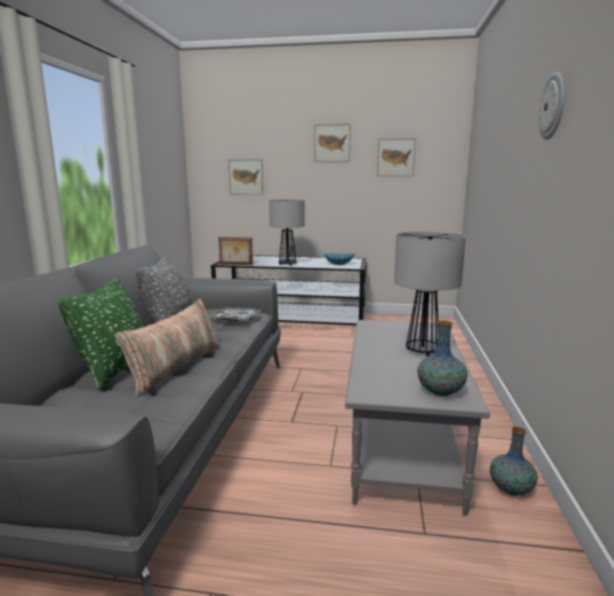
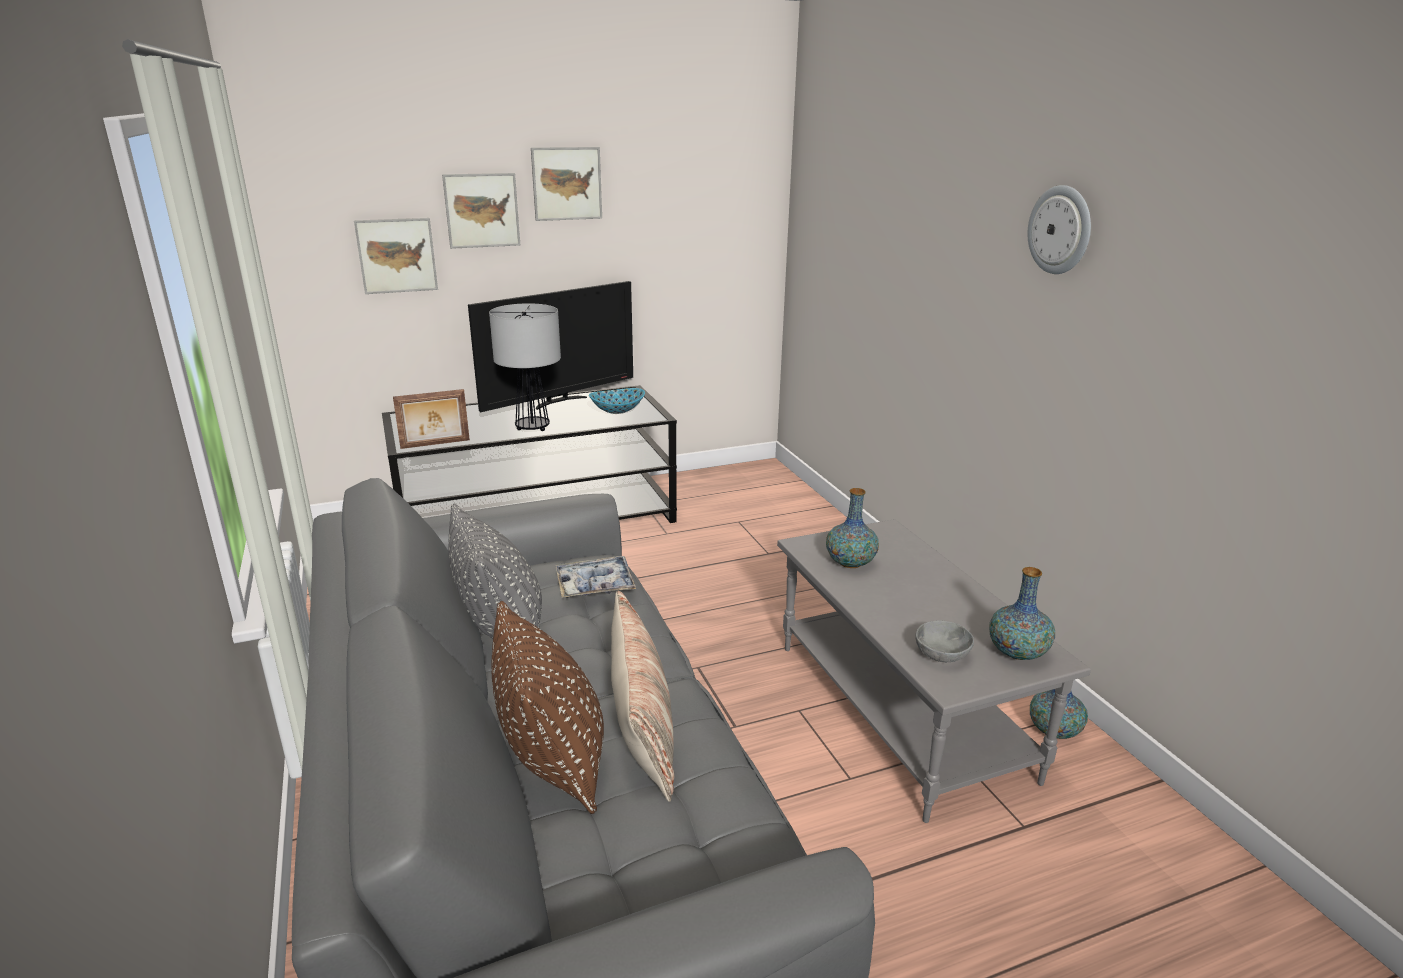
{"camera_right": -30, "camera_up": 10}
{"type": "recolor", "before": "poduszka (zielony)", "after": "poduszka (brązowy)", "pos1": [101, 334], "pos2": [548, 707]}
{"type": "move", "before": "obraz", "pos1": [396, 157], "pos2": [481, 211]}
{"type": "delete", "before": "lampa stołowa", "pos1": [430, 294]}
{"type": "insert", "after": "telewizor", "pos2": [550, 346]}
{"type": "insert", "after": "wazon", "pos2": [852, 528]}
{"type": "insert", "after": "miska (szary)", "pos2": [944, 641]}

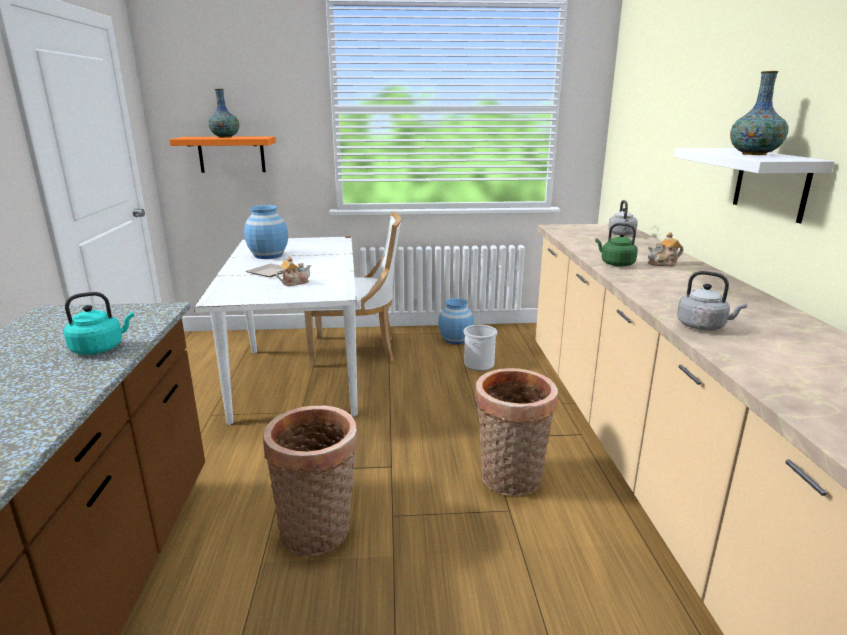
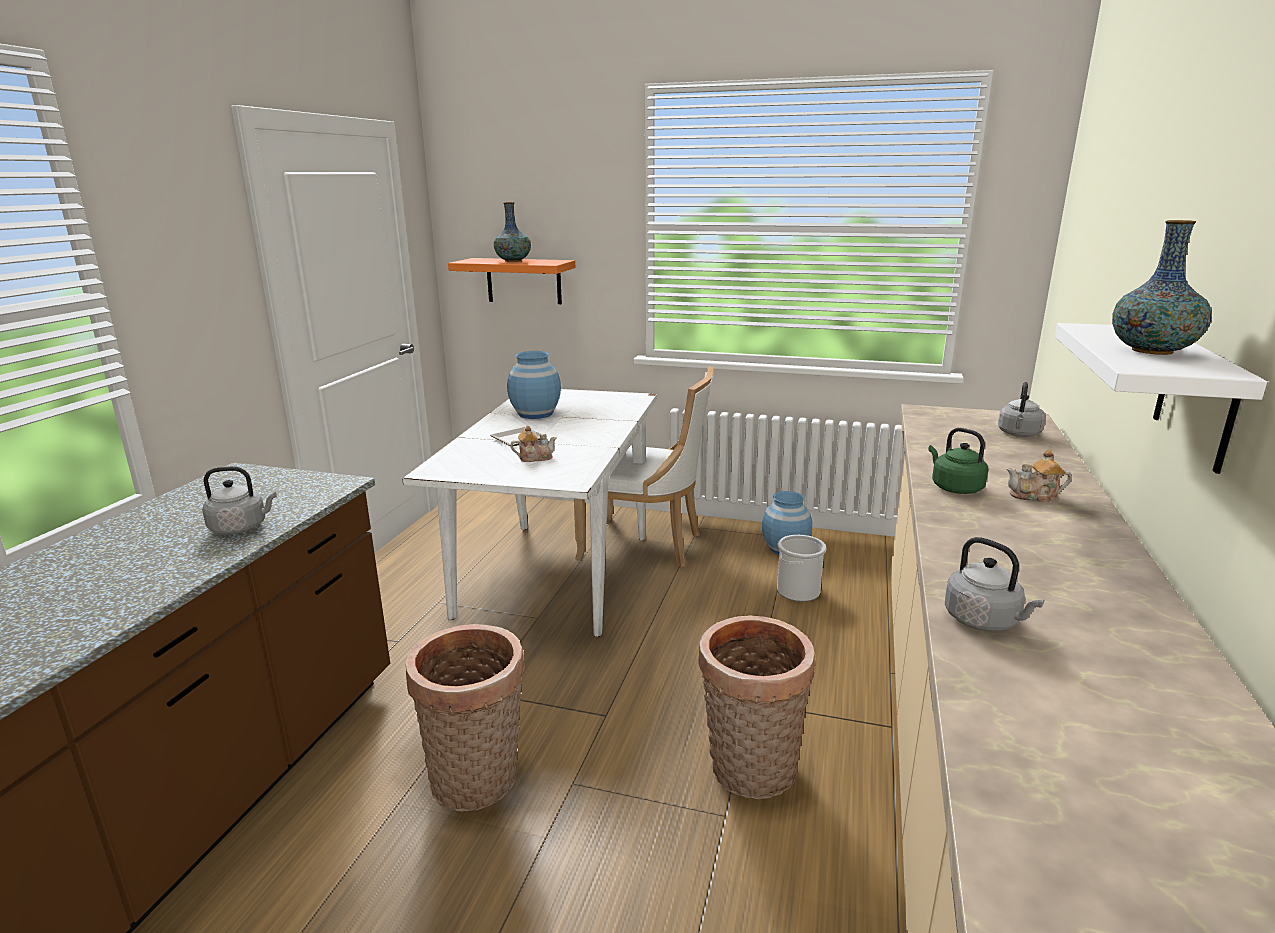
{"camera_right": 20, "camera_up": 0}
{"type": "recolor", "before": "czajnik (turkusowy)", "after": "czajnik (szary)", "pos1": [99, 323], "pos2": [240, 501]}

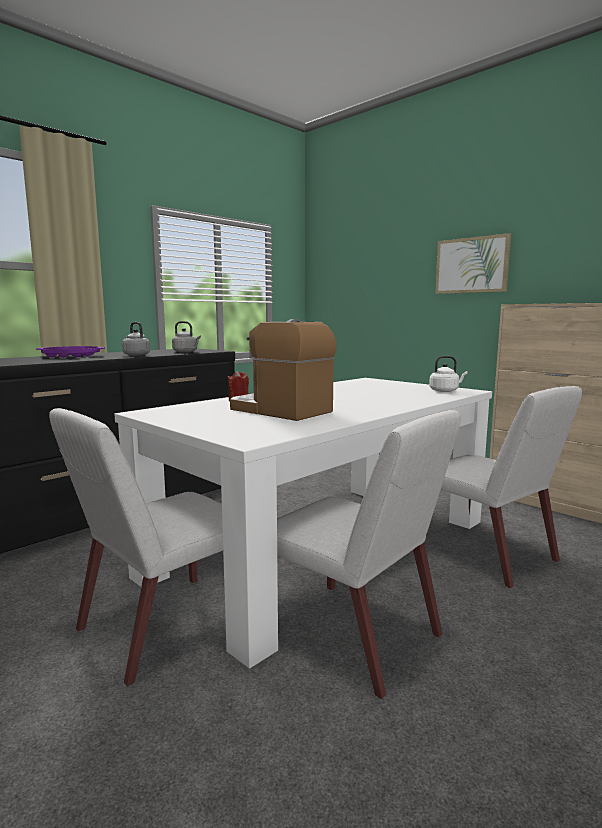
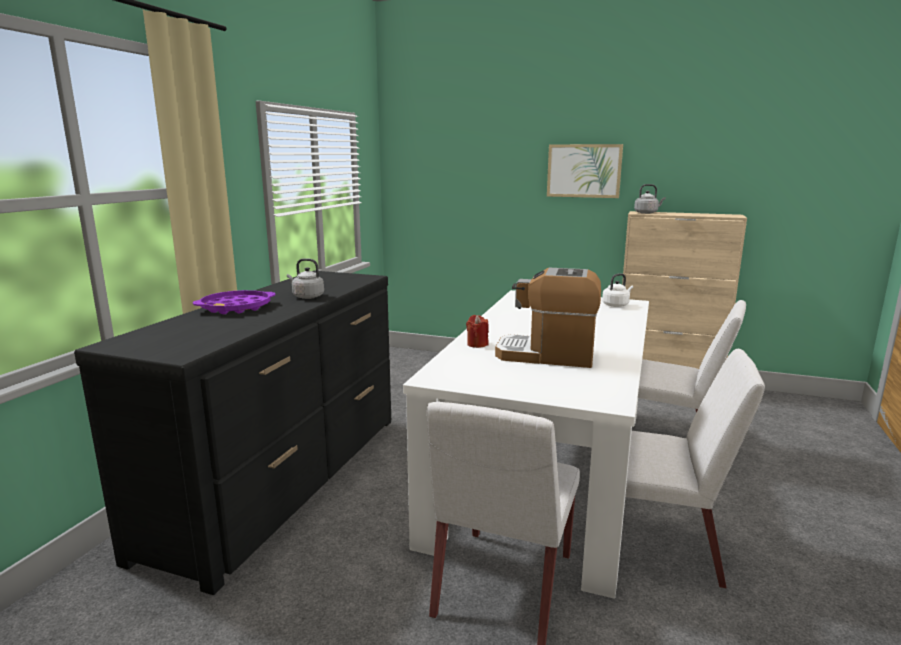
{"camera_right": -25, "camera_up": 5}
{"type": "move", "before": "czajnik (szary)", "pos1": [186, 337], "pos2": [650, 199]}

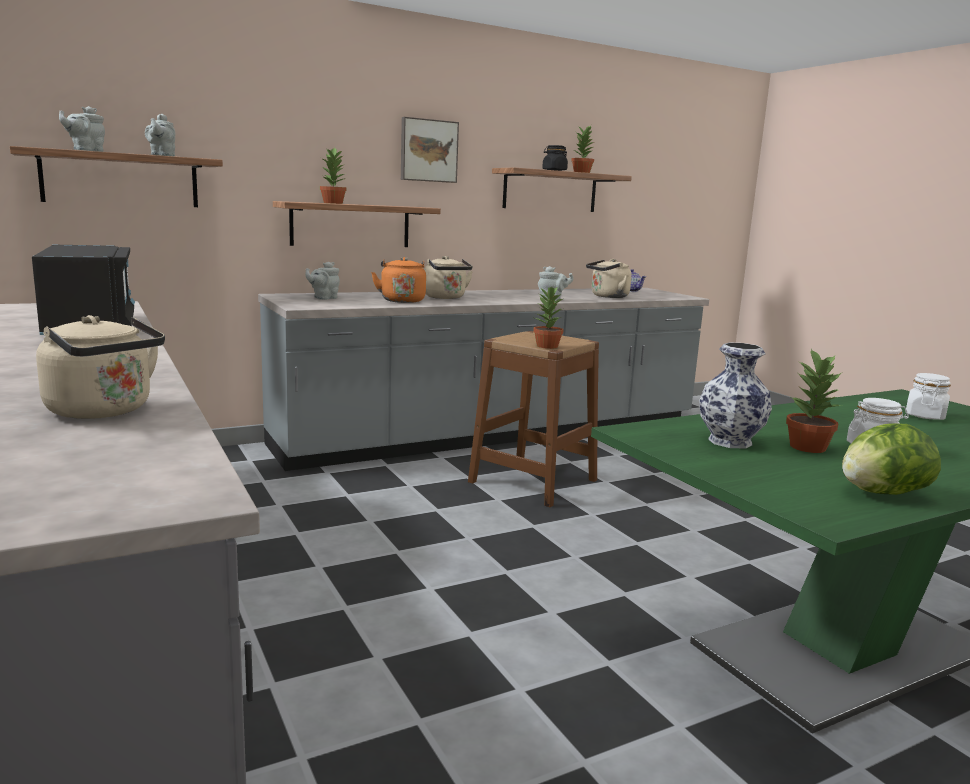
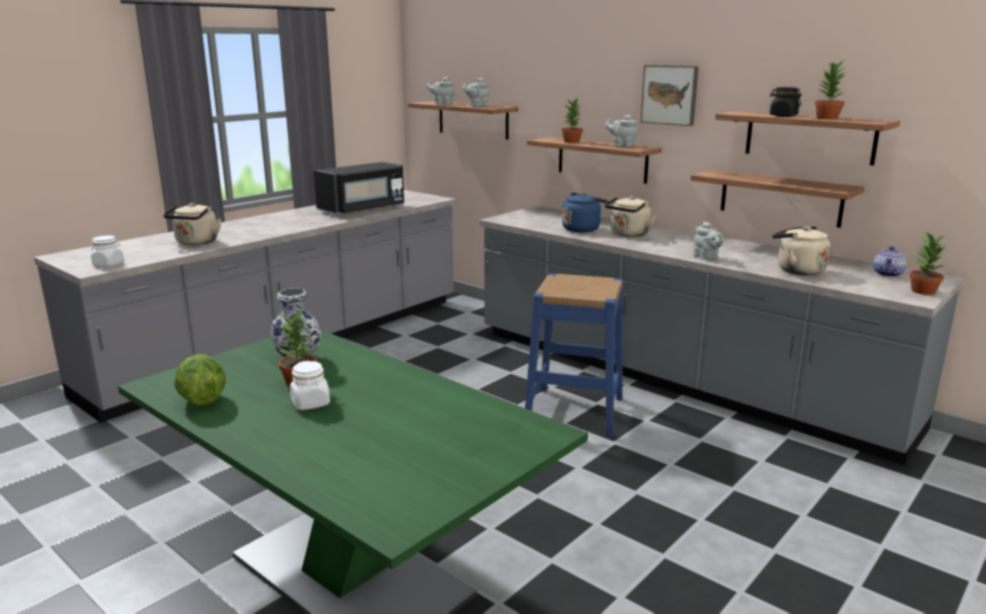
{"camera_right": 70, "camera_up": 5}
{"type": "move", "before": "imbryk (szary)", "pos1": [322, 281], "pos2": [621, 131]}
{"type": "recolor", "before": "czajnik (pomarańczowy)", "after": "czajnik (niebieski)", "pos1": [398, 280], "pos2": [585, 212]}
{"type": "recolor", "before": "stołek (brązowy)", "after": "stołek (niebieski)", "pos1": [533, 419], "pos2": [574, 355]}
{"type": "move", "before": "roślina doniczkowa", "pos1": [548, 318], "pos2": [928, 263]}
{"type": "move", "before": "słoik (biały)", "pos1": [928, 396], "pos2": [107, 250]}
{"type": "insert", "after": "półka", "pos2": [777, 199]}

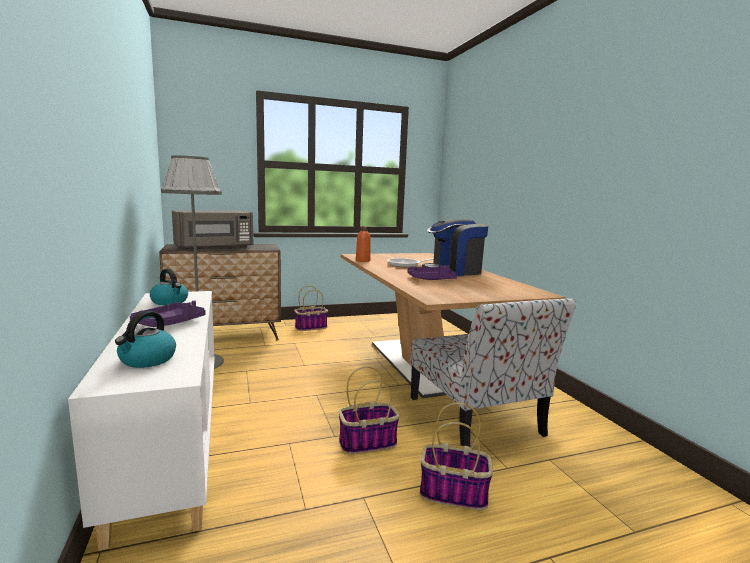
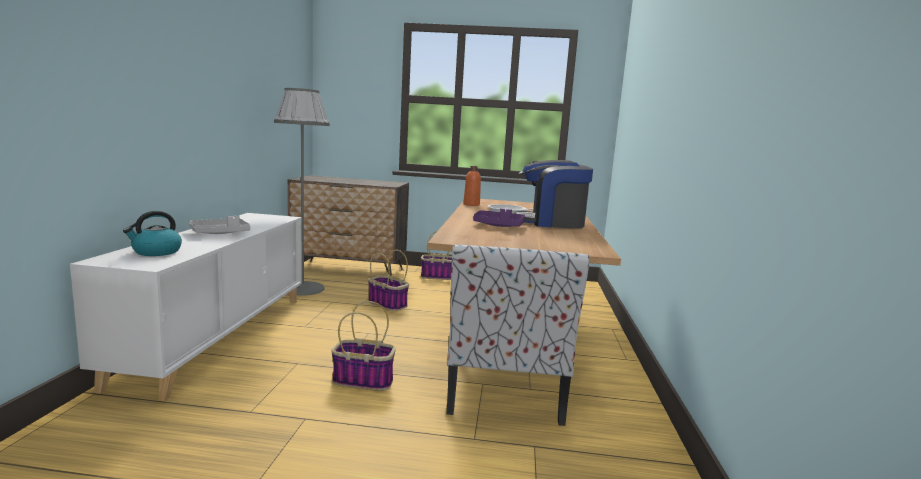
{"camera_right": 25, "camera_up": 0}
{"type": "recolor", "before": "taca (fioletowy)", "after": "taca (szary)", "pos1": [168, 313], "pos2": [219, 224]}
{"type": "delete", "before": "czajnik", "pos1": [169, 287]}
{"type": "delete", "before": "mikrofalówka (szary)", "pos1": [213, 229]}
{"type": "move", "before": "koszyk", "pos1": [456, 456], "pos2": [388, 280]}

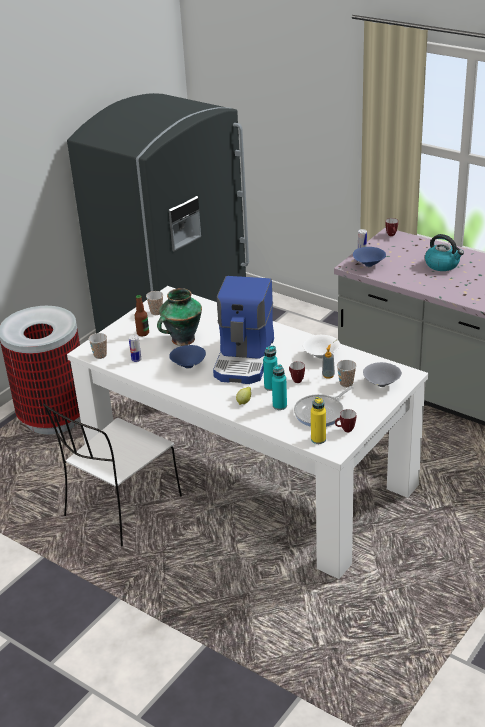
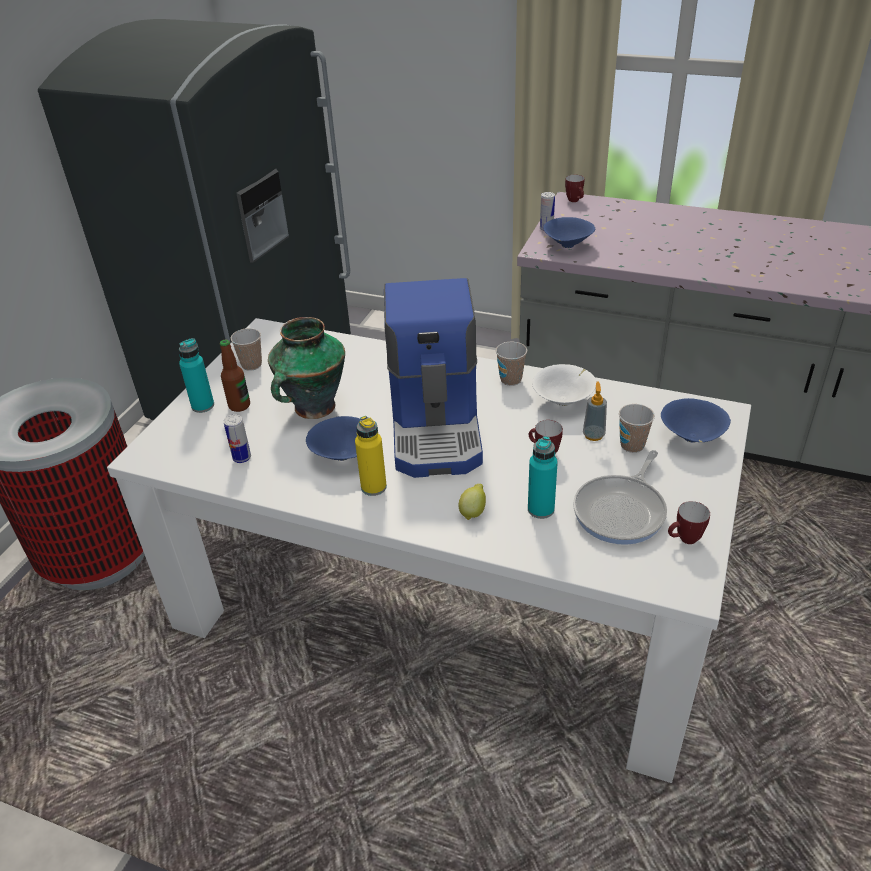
{"camera_right": -15, "camera_up": 5}
{"type": "delete", "before": "krzesło (biały)", "pos1": [112, 475]}
{"type": "move", "before": "filiżanka", "pos1": [98, 346], "pos2": [511, 364]}
{"type": "move", "before": "butelka (turkusowy)", "pos1": [270, 368], "pos2": [196, 375]}
{"type": "move", "before": "butelka (żółty)", "pos1": [318, 420], "pos2": [371, 456]}
{"type": "recolor", "before": "miska (szary)", "after": "miska (niebieski)", "pos1": [382, 374], "pos2": [696, 420]}
{"type": "delete", "before": "czajnik", "pos1": [444, 252]}

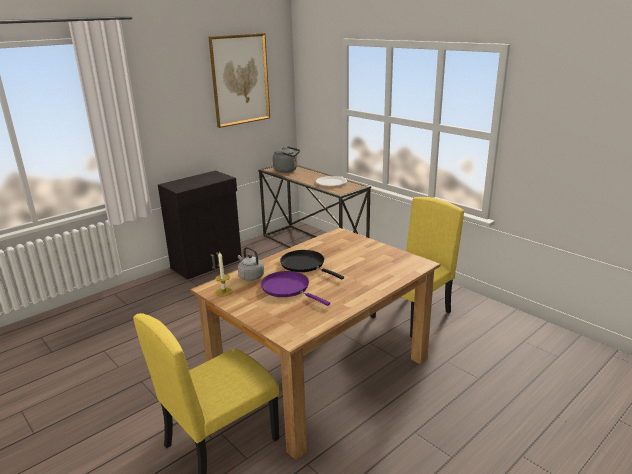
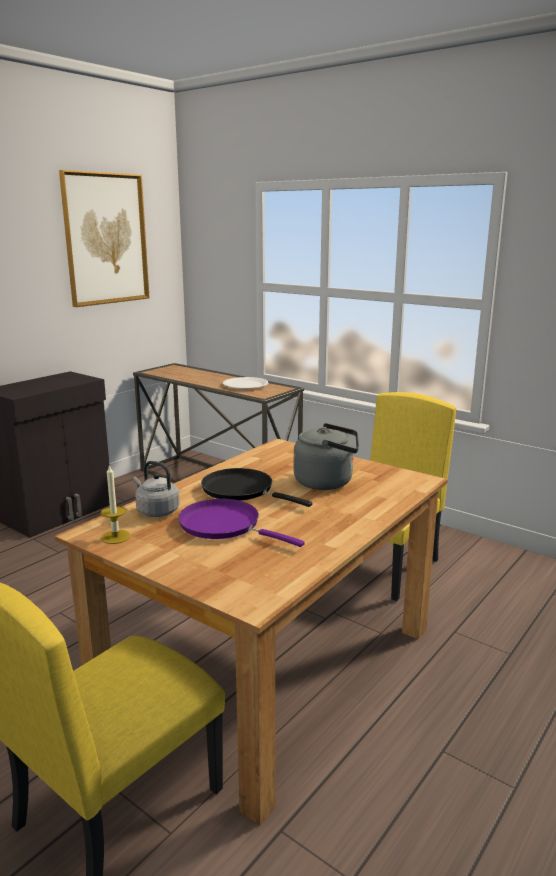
{"camera_right": -10, "camera_up": -5}
{"type": "move", "before": "czajnik (szary)", "pos1": [286, 159], "pos2": [326, 456]}

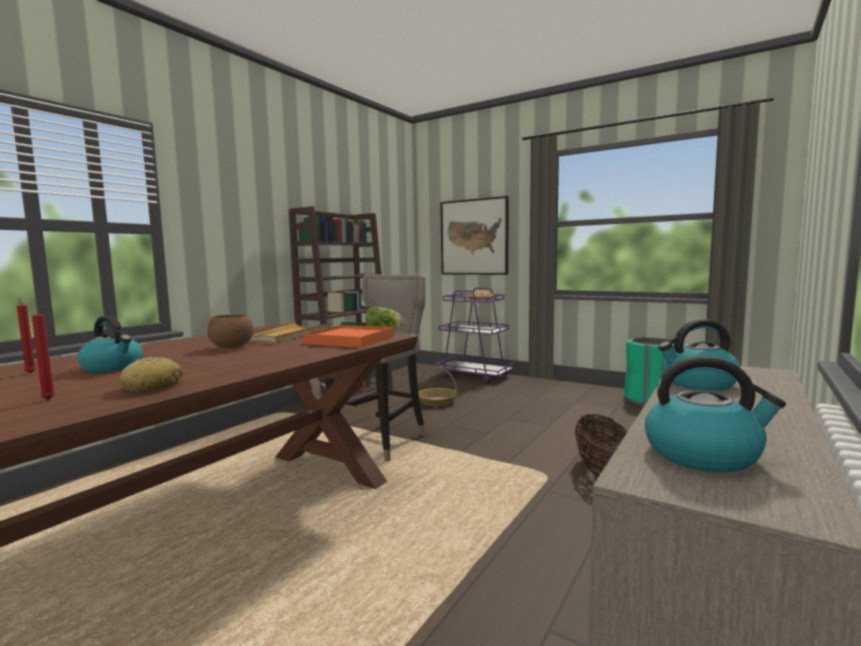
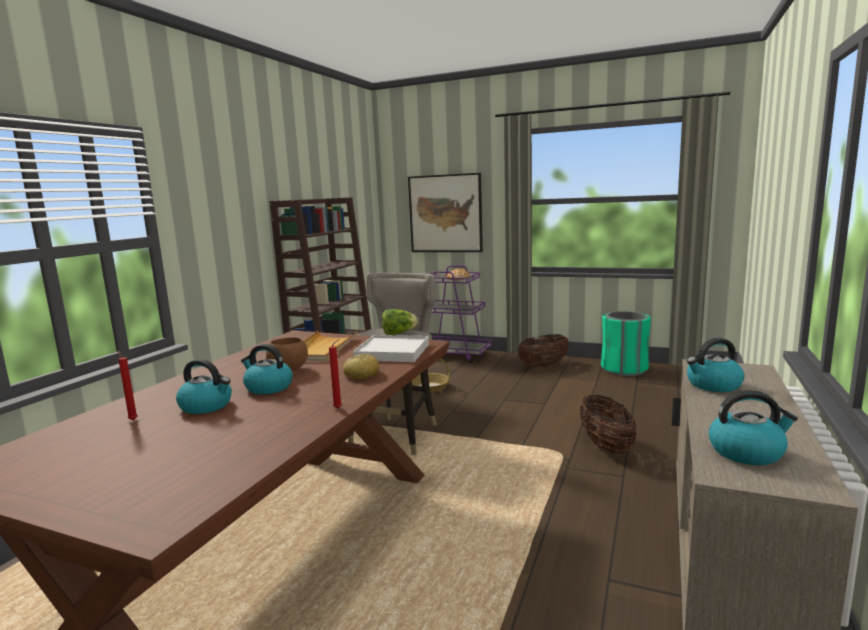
{"camera_right": -10, "camera_up": 5}
{"type": "move", "before": "świeca (czerwony)", "pos1": [43, 352], "pos2": [335, 373]}
{"type": "move", "before": "chleb", "pos1": [151, 374], "pos2": [361, 366]}
{"type": "recolor", "before": "taca (pomarańczowy)", "after": "taca (biały)", "pos1": [348, 336], "pos2": [391, 348]}
{"type": "insert", "after": "czajnik", "pos2": [266, 369]}
{"type": "insert", "after": "koszyk", "pos2": [543, 350]}

